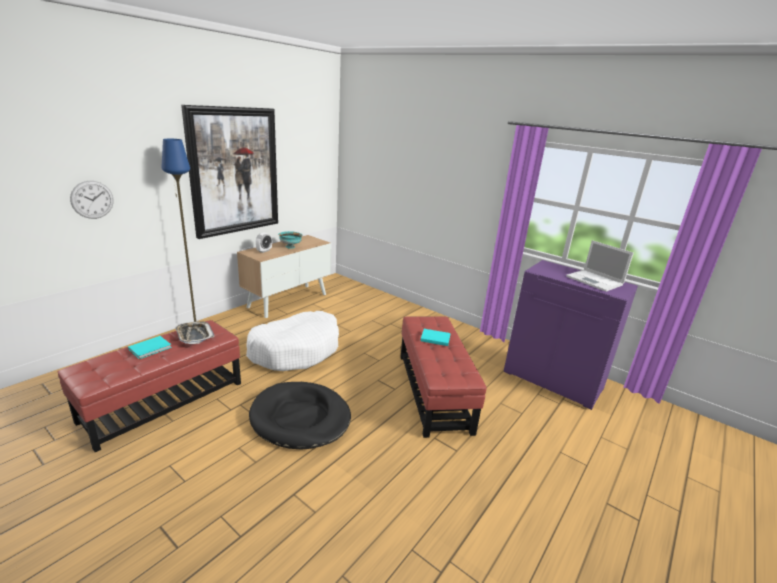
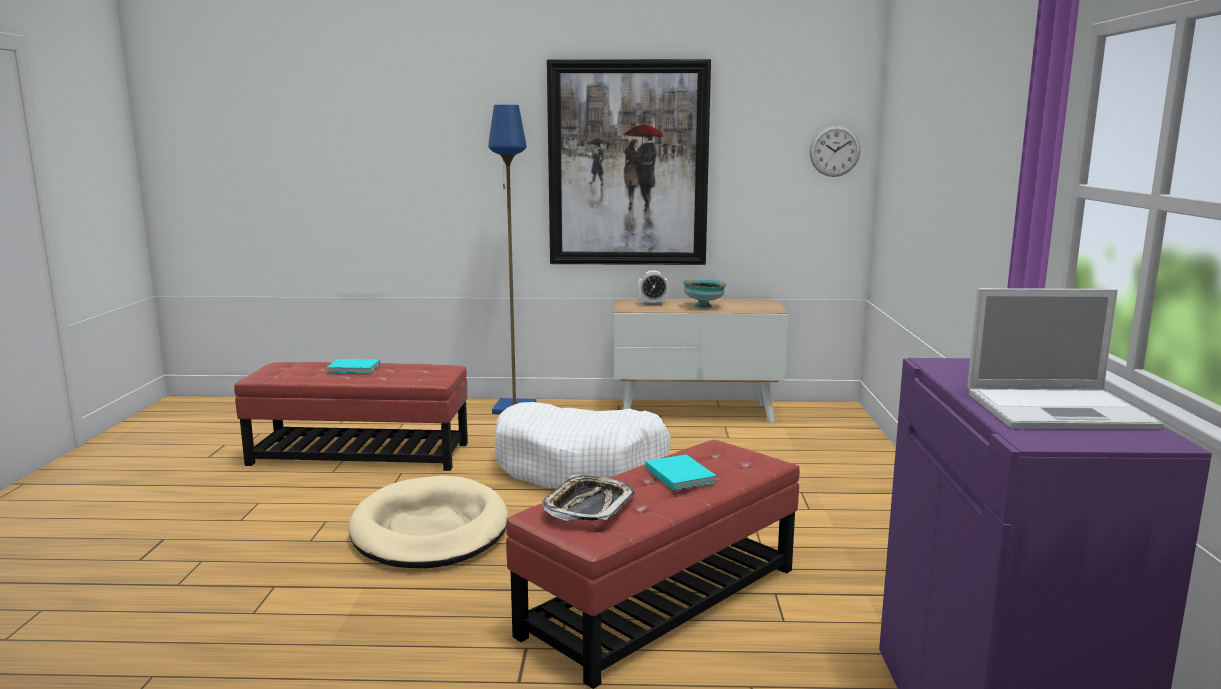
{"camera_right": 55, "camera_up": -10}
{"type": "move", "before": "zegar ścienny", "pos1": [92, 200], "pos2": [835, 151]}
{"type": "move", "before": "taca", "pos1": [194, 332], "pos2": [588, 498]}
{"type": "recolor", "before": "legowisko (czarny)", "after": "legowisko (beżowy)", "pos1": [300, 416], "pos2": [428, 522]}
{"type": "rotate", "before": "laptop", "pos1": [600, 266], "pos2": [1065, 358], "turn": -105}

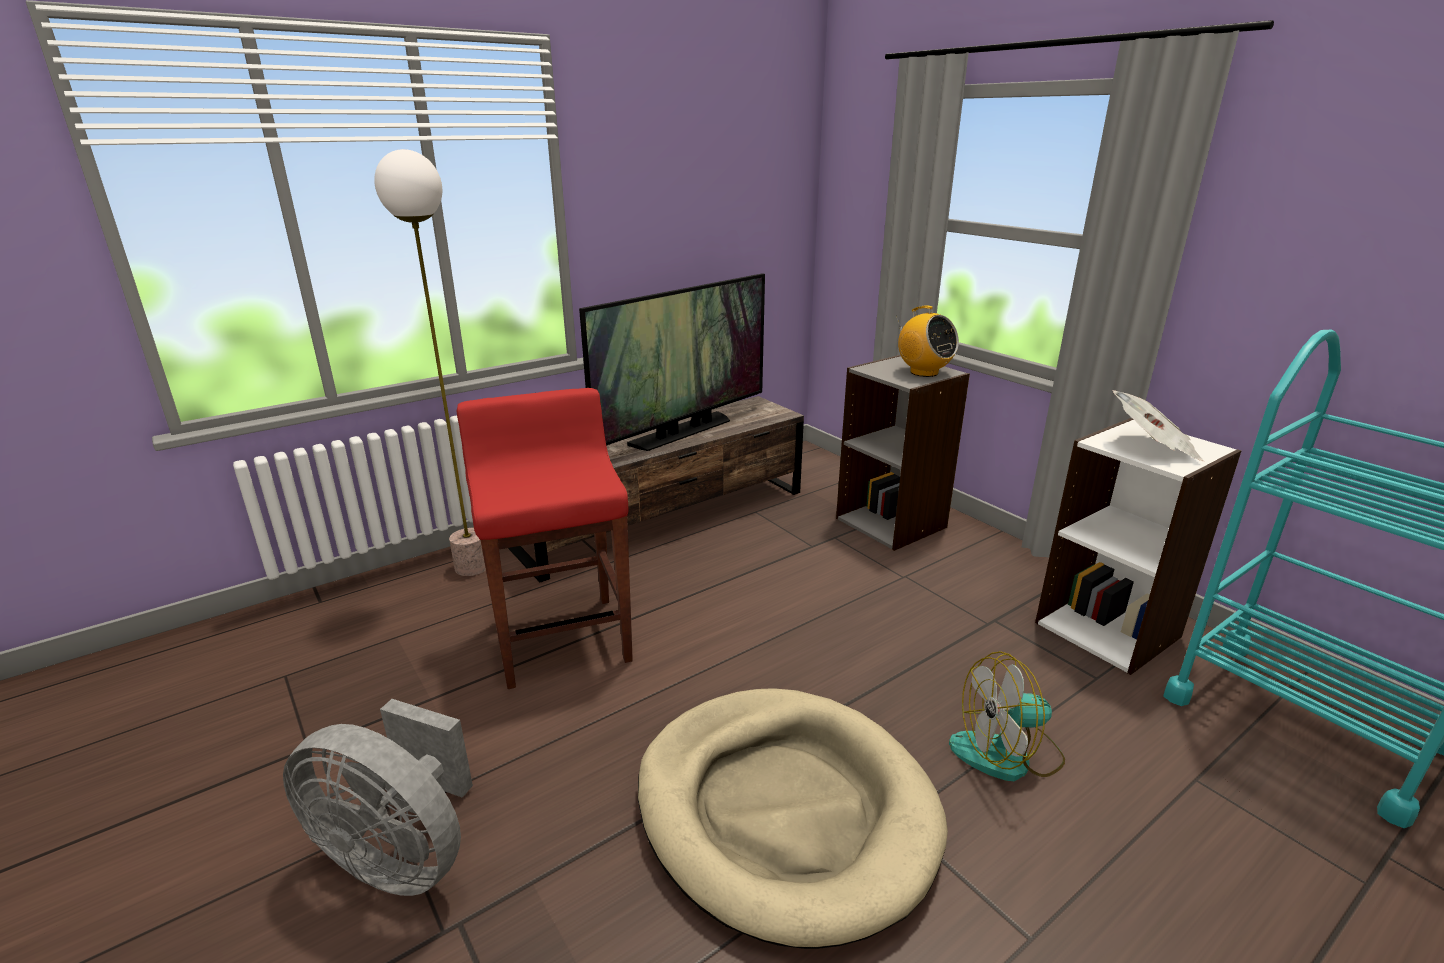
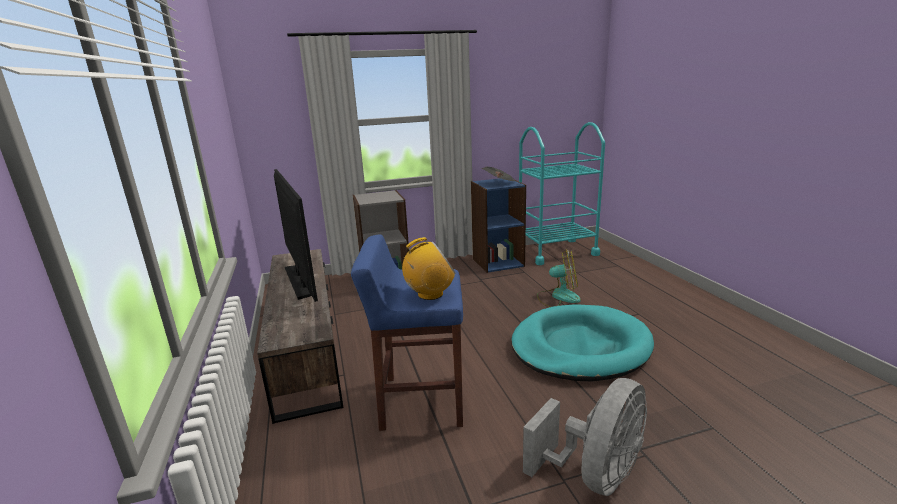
{"camera_right": -70, "camera_up": -5}
{"type": "delete", "before": "lampa stojąca", "pos1": [430, 362]}
{"type": "recolor", "before": "stołek (czerwony)", "after": "stołek (niebieski)", "pos1": [545, 538], "pos2": [407, 333]}
{"type": "recolor", "before": "legowisko (beżowy)", "after": "legowisko (turkusowy)", "pos1": [793, 818], "pos2": [583, 342]}
{"type": "move", "before": "radio", "pos1": [927, 341], "pos2": [429, 268]}
{"type": "rotate", "before": "wentylator", "pos1": [1007, 716], "pos2": [558, 278], "turn": -90}
{"type": "recolor", "before": "regał (biały)", "after": "regał (niebieski)", "pos1": [1138, 546], "pos2": [498, 225]}

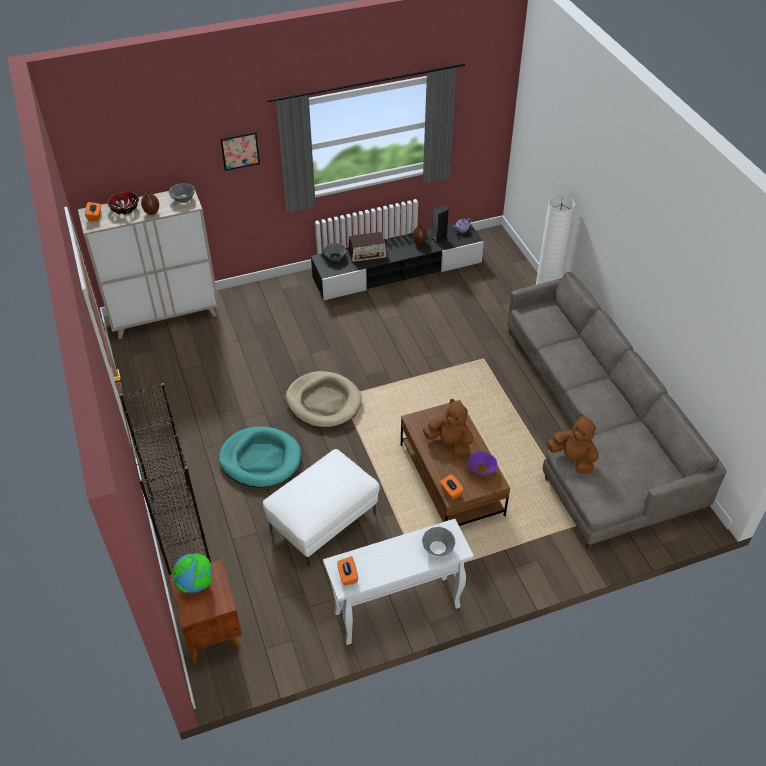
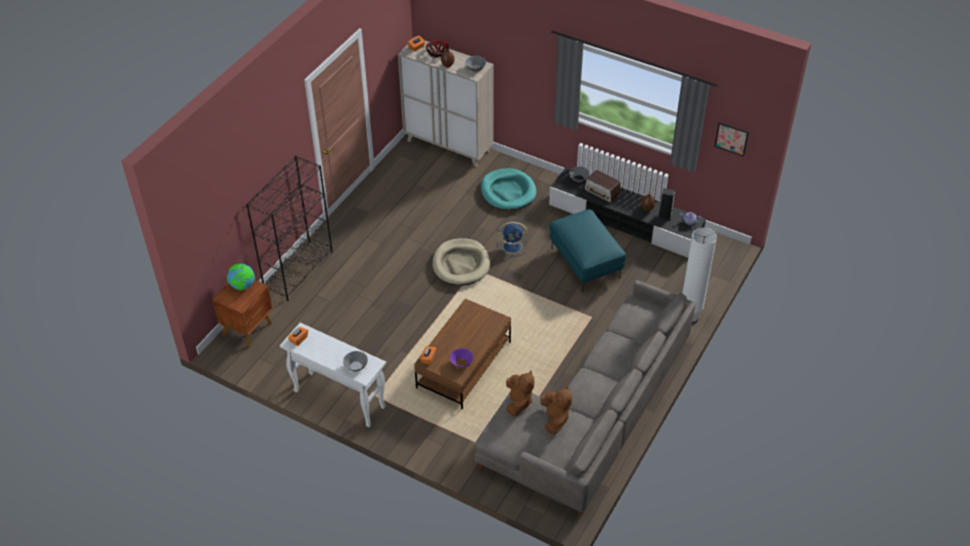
{"camera_right": 50, "camera_up": 0}
{"type": "move", "before": "legowisko (turkusowy)", "pos1": [260, 457], "pos2": [509, 189]}
{"type": "move", "before": "obraz", "pos1": [240, 151], "pos2": [731, 139]}
{"type": "delete", "before": "pufa (biały)", "pos1": [321, 508]}
{"type": "move", "before": "pluszak (brązowy)", "pos1": [448, 428], "pos2": [556, 410]}
{"type": "insert", "after": "wentylator (niebieski)", "pos2": [512, 239]}
{"type": "insert", "after": "pufa (turkusowy)", "pos2": [587, 250]}

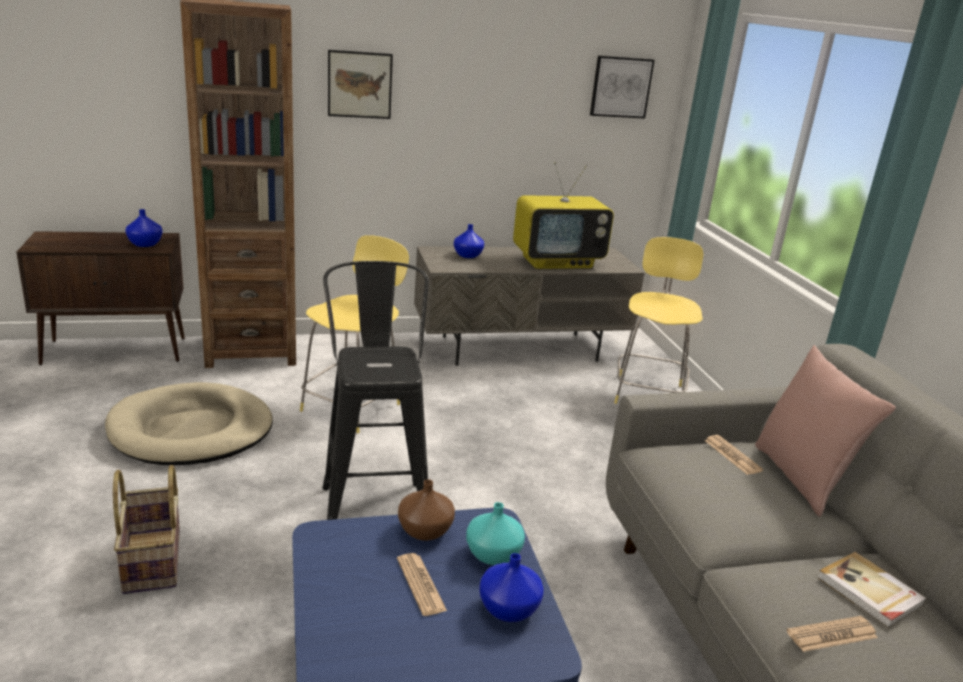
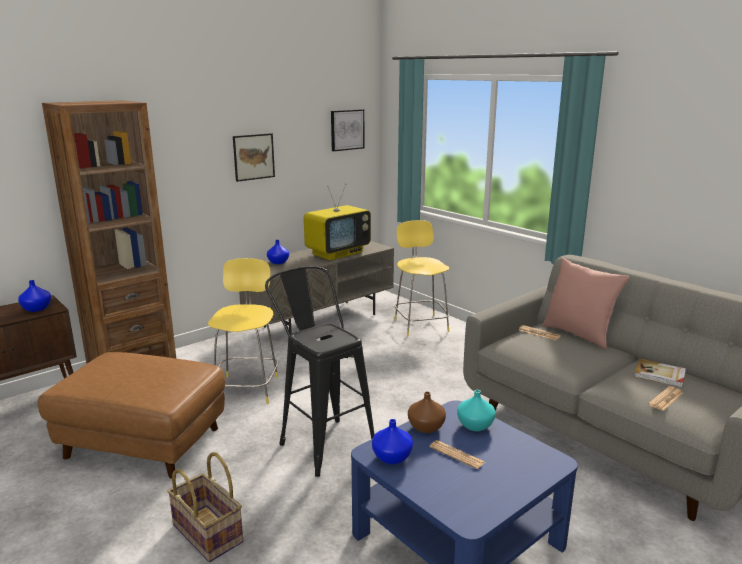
{"camera_right": -25, "camera_up": -5}
{"type": "replace", "before": "legowisko (beżowy)", "after": "pufa (brązowy)", "pos1": [189, 423], "pos2": [131, 415]}
{"type": "move", "before": "obraz", "pos1": [360, 84], "pos2": [254, 157]}
{"type": "move", "before": "wazon (niebieski)", "pos1": [511, 587], "pos2": [392, 441]}

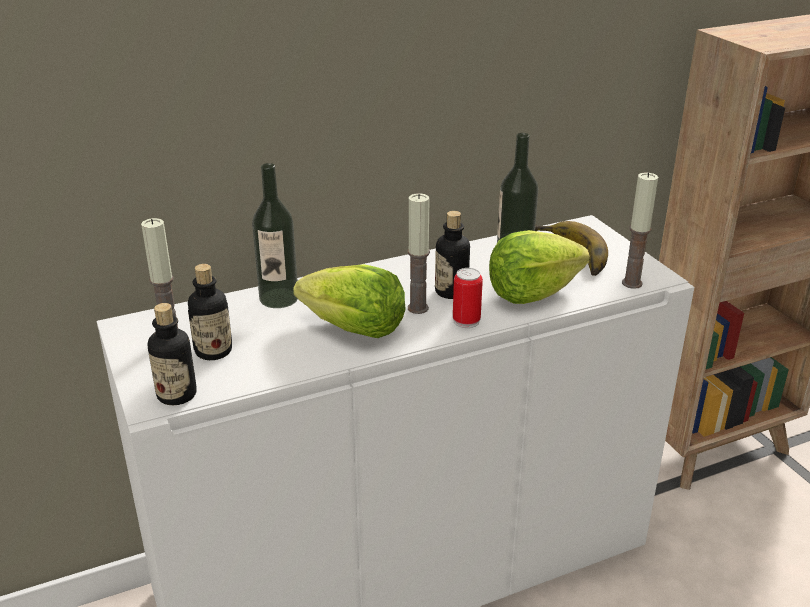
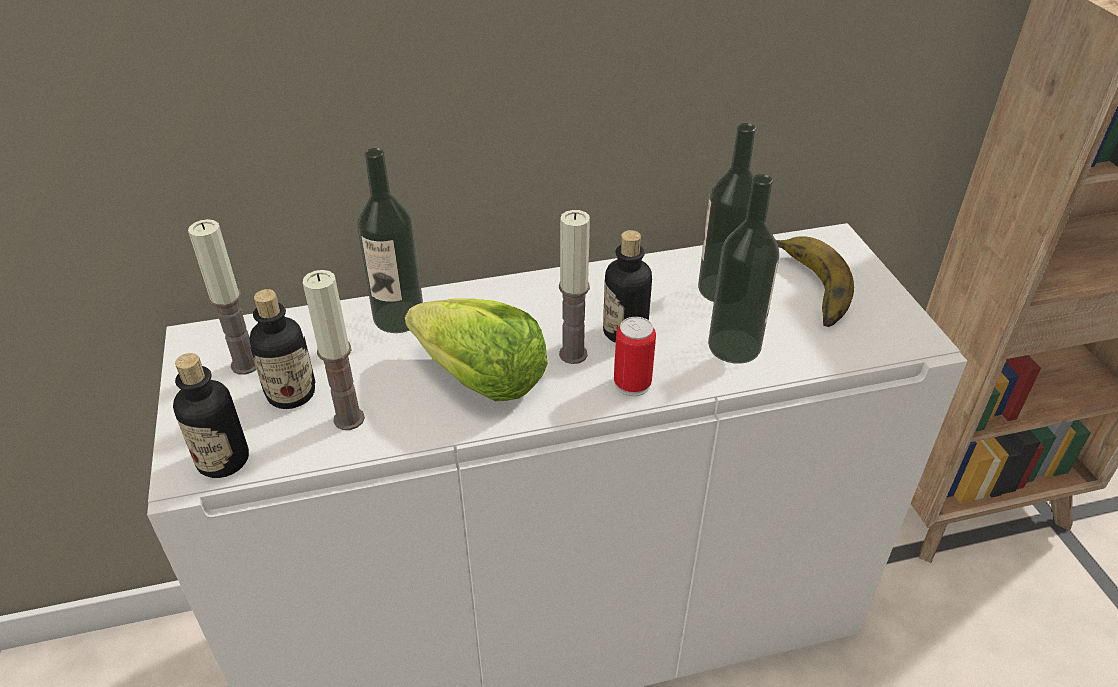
{"camera_right": 10, "camera_up": 10}
{"type": "replace", "before": "sałata", "after": "butelka", "pos1": [539, 267], "pos2": [743, 269]}
{"type": "move", "before": "świeca", "pos1": [640, 230], "pos2": [334, 350]}

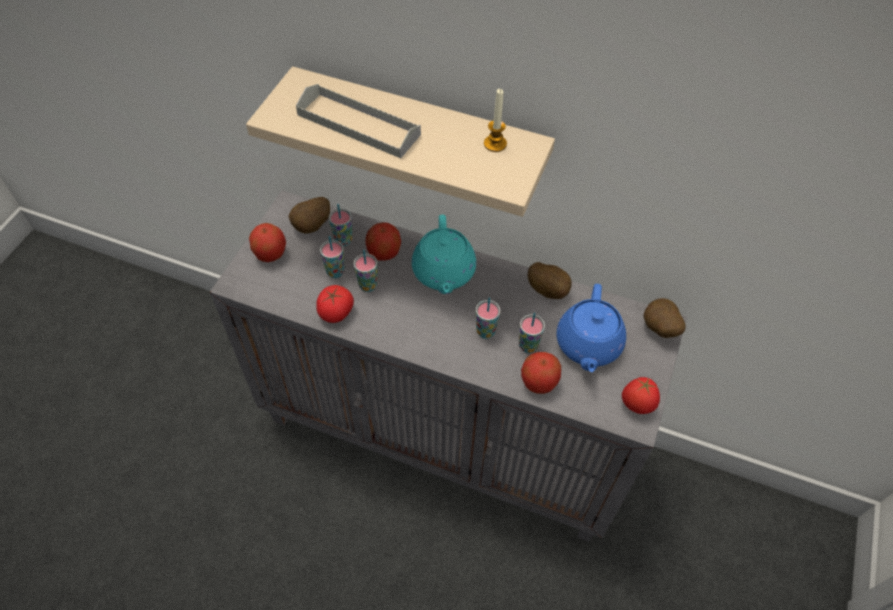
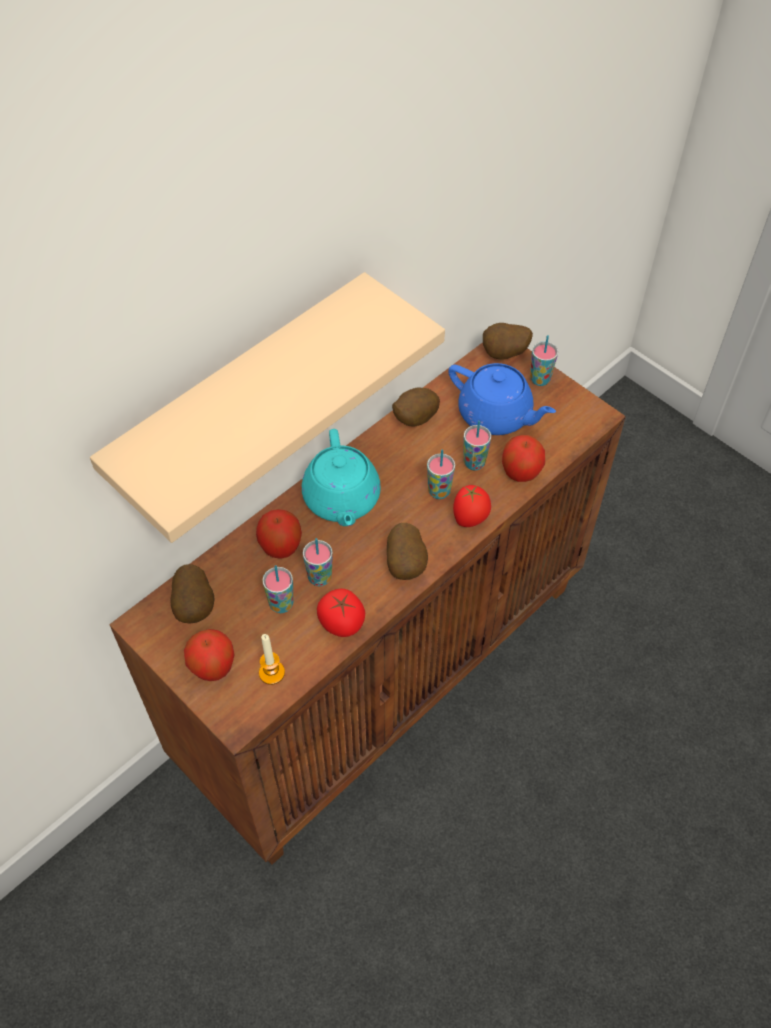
{"camera_right": -65, "camera_up": 0}
{"type": "recolor", "before": "szafka (szary)", "after": "szafka (brązowy)", "pos1": [448, 366], "pos2": [367, 603]}
{"type": "delete", "before": "taca (szary)", "pos1": [358, 121]}
{"type": "move", "before": "filiżanka", "pos1": [340, 225], "pos2": [544, 360]}
{"type": "rotate", "before": "imbryk (turkusowy)", "pos1": [444, 254], "pos2": [341, 477], "turn": 60}
{"type": "move", "before": "świeca", "pos1": [495, 120], "pos2": [272, 659]}
{"type": "move", "before": "pomidor", "pos1": [641, 395], "pos2": [472, 506]}
{"type": "insert", "after": "ziemniak", "pos2": [407, 551]}

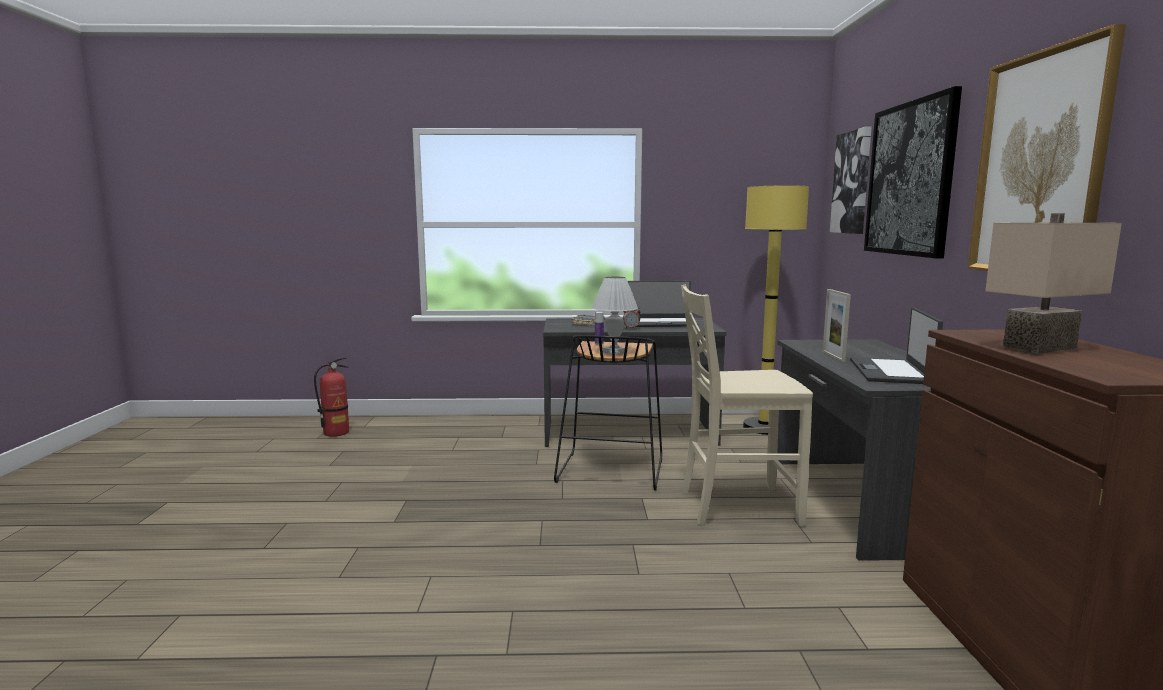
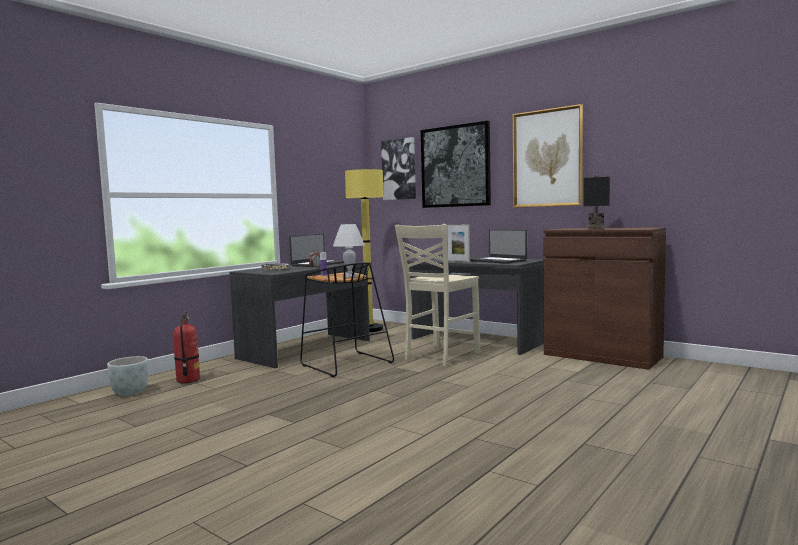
{"camera_right": -50, "camera_up": -5}
{"type": "move", "before": "gaśnica", "pos1": [331, 397], "pos2": [186, 347]}
{"type": "recolor", "before": "lampa stołowa (beżowy)", "after": "lampa stołowa (czarny)", "pos1": [1053, 283], "pos2": [597, 201]}
{"type": "insert", "after": "donica (szary)", "pos2": [127, 376]}

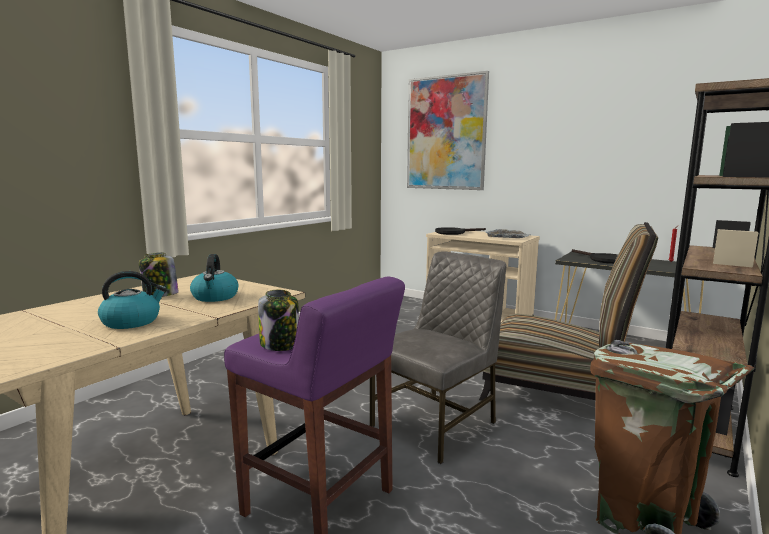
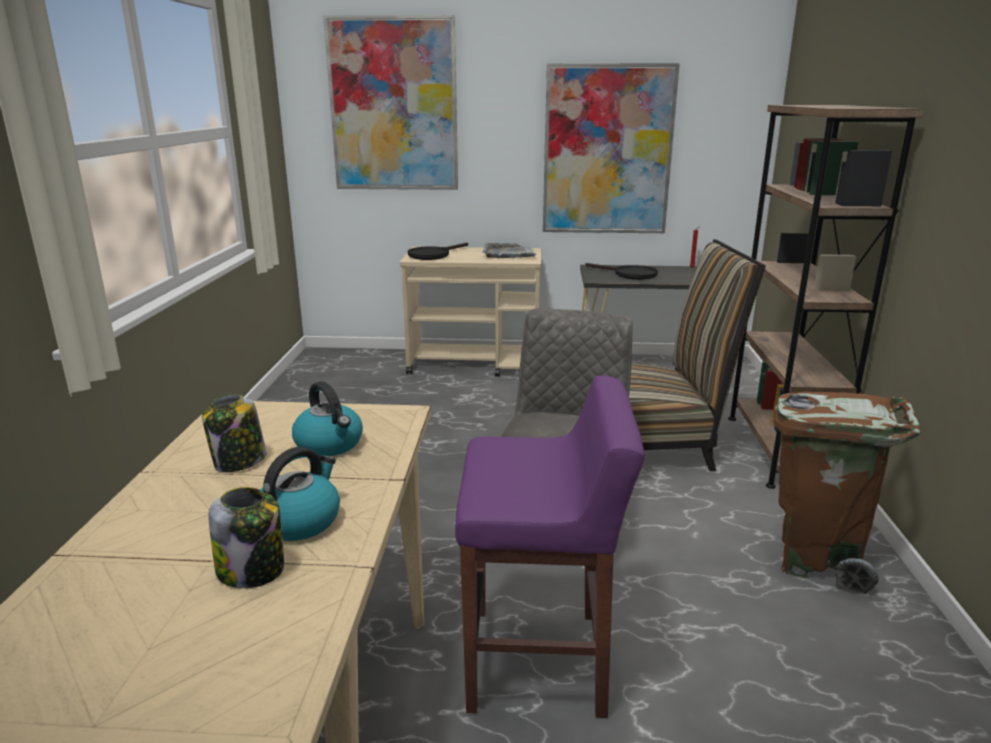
{"camera_right": -30, "camera_up": 10}
{"type": "move", "before": "słoik", "pos1": [278, 320], "pos2": [246, 537]}
{"type": "insert", "after": "obraz", "pos2": [611, 148]}

